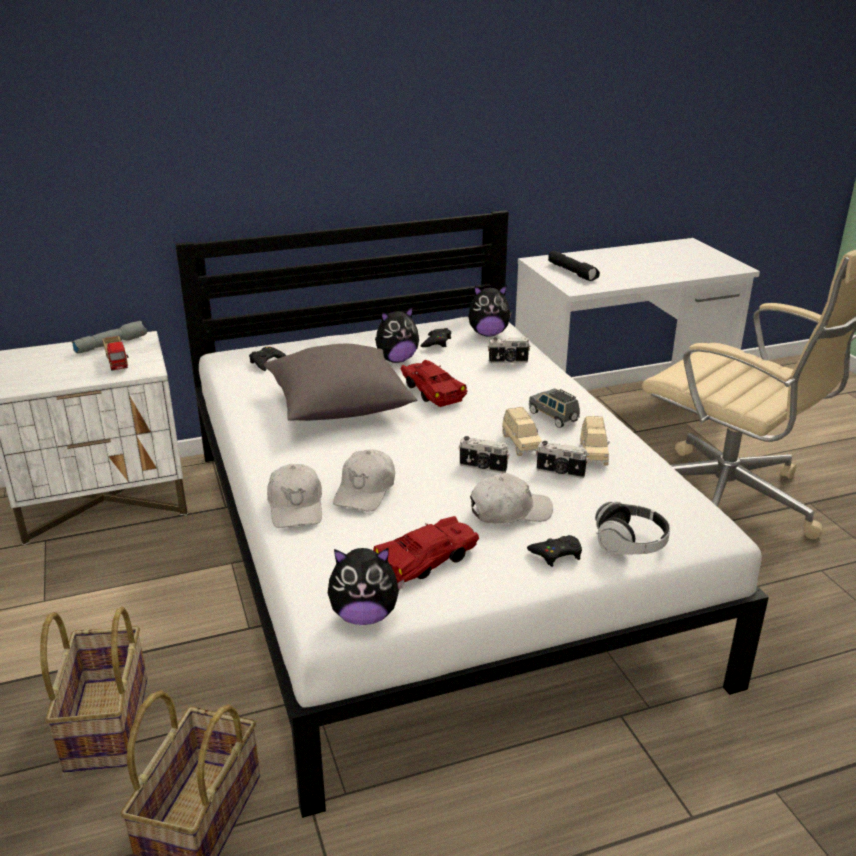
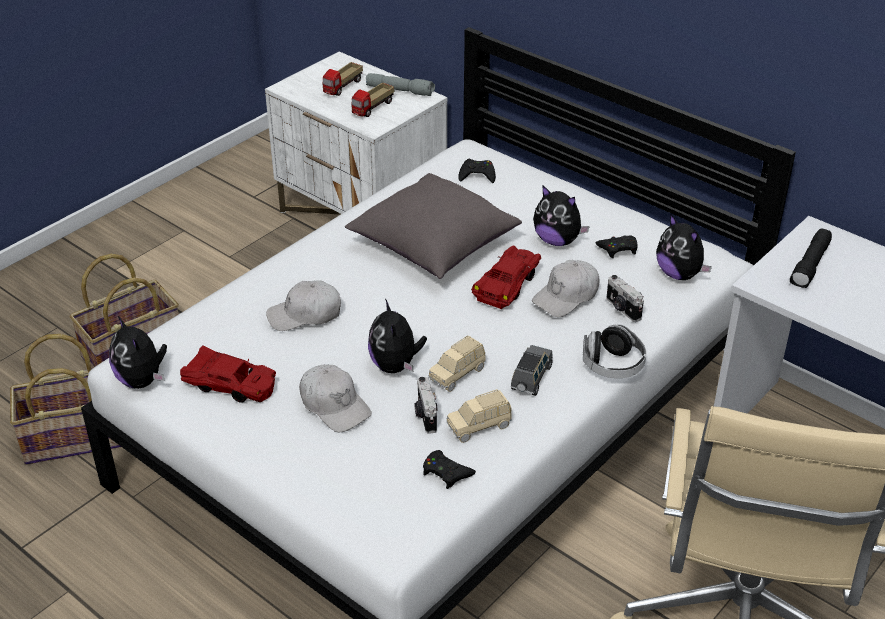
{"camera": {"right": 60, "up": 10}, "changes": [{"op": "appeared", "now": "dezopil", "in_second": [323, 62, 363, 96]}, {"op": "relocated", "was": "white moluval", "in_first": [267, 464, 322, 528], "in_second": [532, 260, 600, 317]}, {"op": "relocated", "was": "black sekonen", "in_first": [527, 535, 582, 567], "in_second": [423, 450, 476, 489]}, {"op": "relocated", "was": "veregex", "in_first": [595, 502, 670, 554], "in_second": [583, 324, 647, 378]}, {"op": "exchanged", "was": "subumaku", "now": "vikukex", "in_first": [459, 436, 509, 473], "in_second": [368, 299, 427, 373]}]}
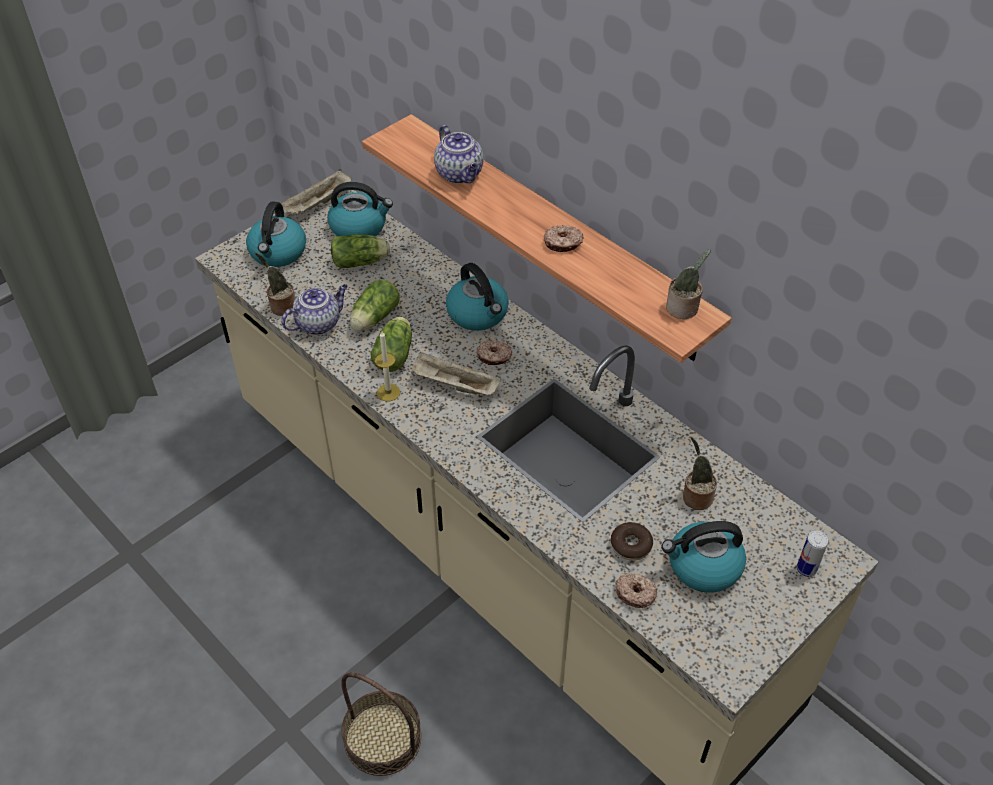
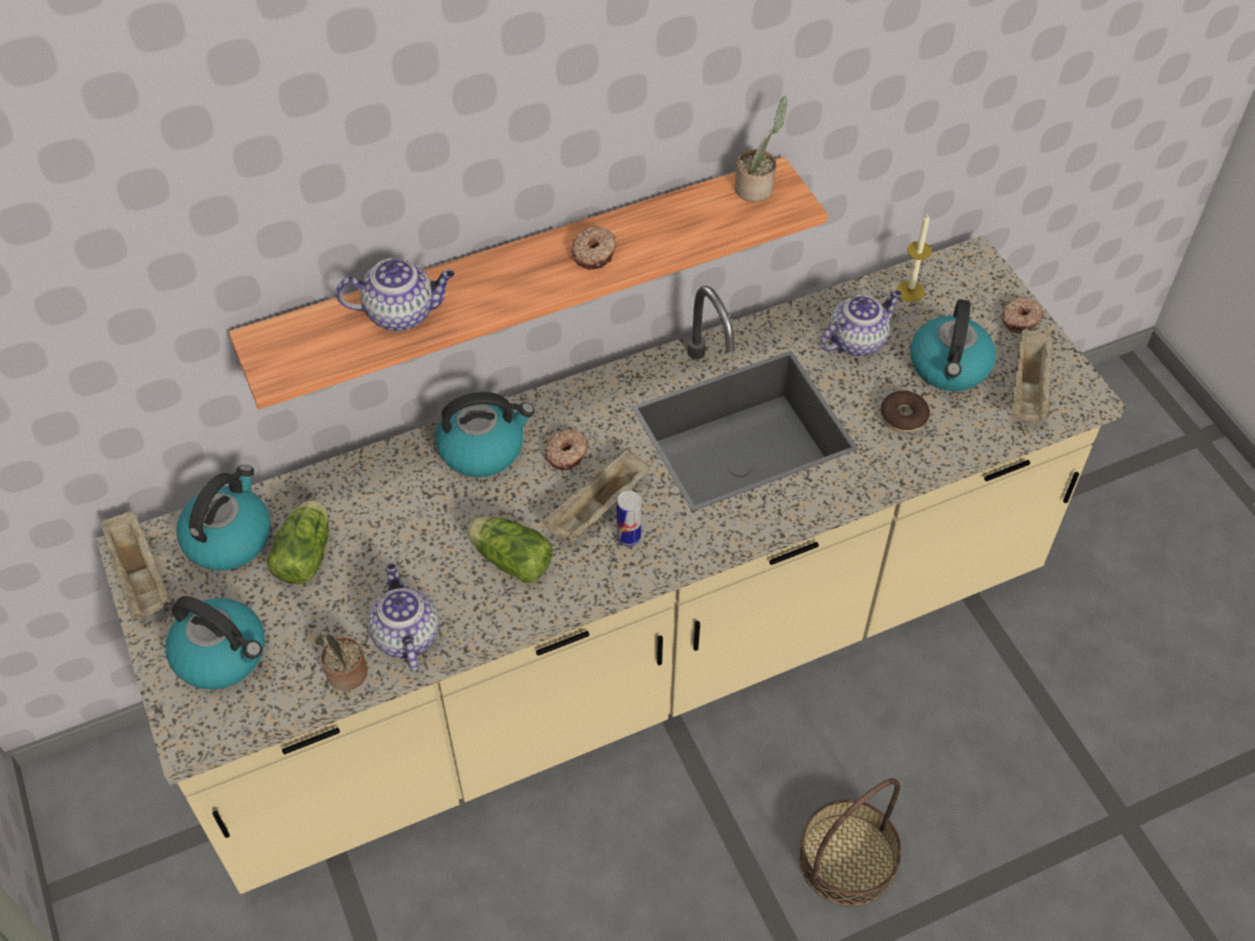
{"camera": {"right": -70, "up": 5}, "changes": [{"op": "missing", "was": "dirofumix", "in_first": [350, 280, 400, 331]}, {"op": "appeared", "now": "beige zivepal", "in_second": [1011, 328, 1054, 421]}, {"op": "relocated", "was": "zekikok", "in_first": [375, 331, 400, 401], "in_second": [896, 214, 932, 302]}, {"op": "relocated", "was": "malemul", "in_first": [615, 573, 658, 608], "in_second": [1001, 297, 1043, 333]}, {"op": "relocated", "was": "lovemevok", "in_first": [797, 531, 828, 577], "in_second": [617, 491, 642, 546]}, {"op": "exchanged", "was": "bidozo", "now": "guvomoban", "in_first": [683, 437, 717, 510], "in_second": [820, 290, 902, 357]}]}
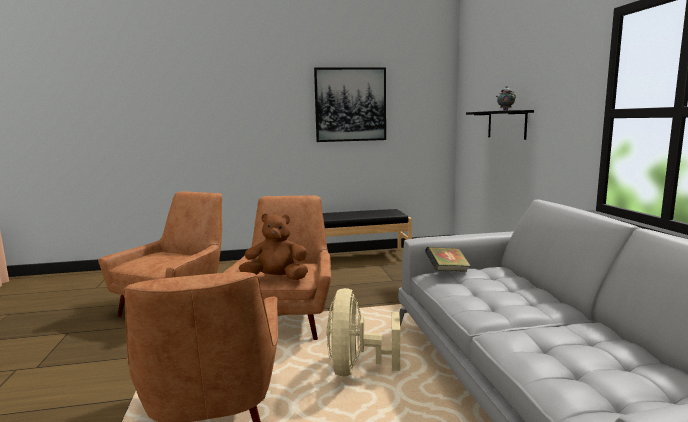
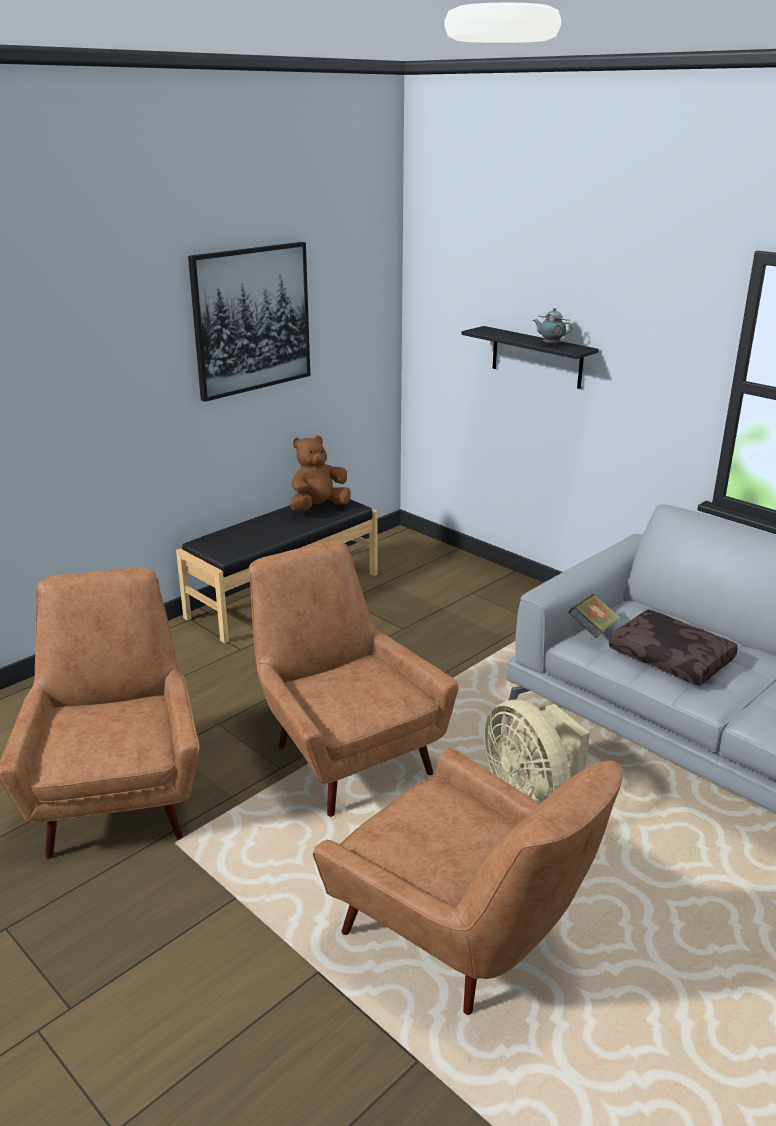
{"camera": {"right": -35, "up": 15}, "changes": [{"op": "appeared", "now": "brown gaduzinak", "in_second": [609, 610, 738, 686]}, {"op": "relocated", "was": "brown vikukex", "in_first": [239, 213, 308, 280], "in_second": [290, 435, 351, 511]}]}
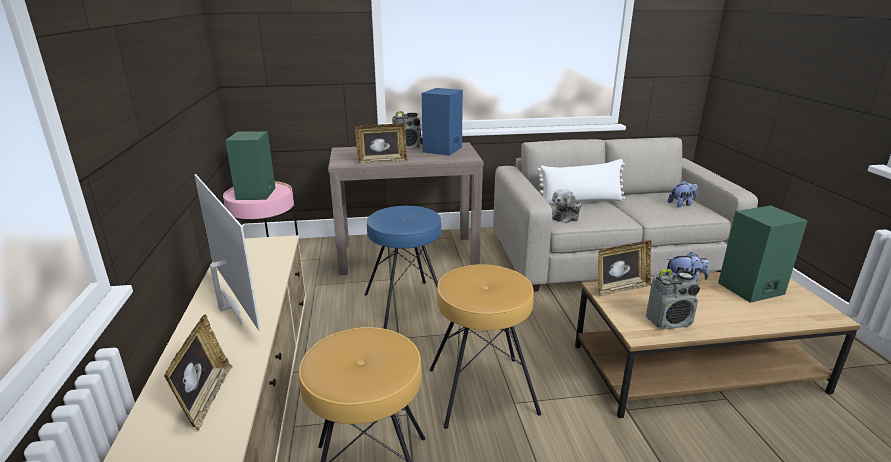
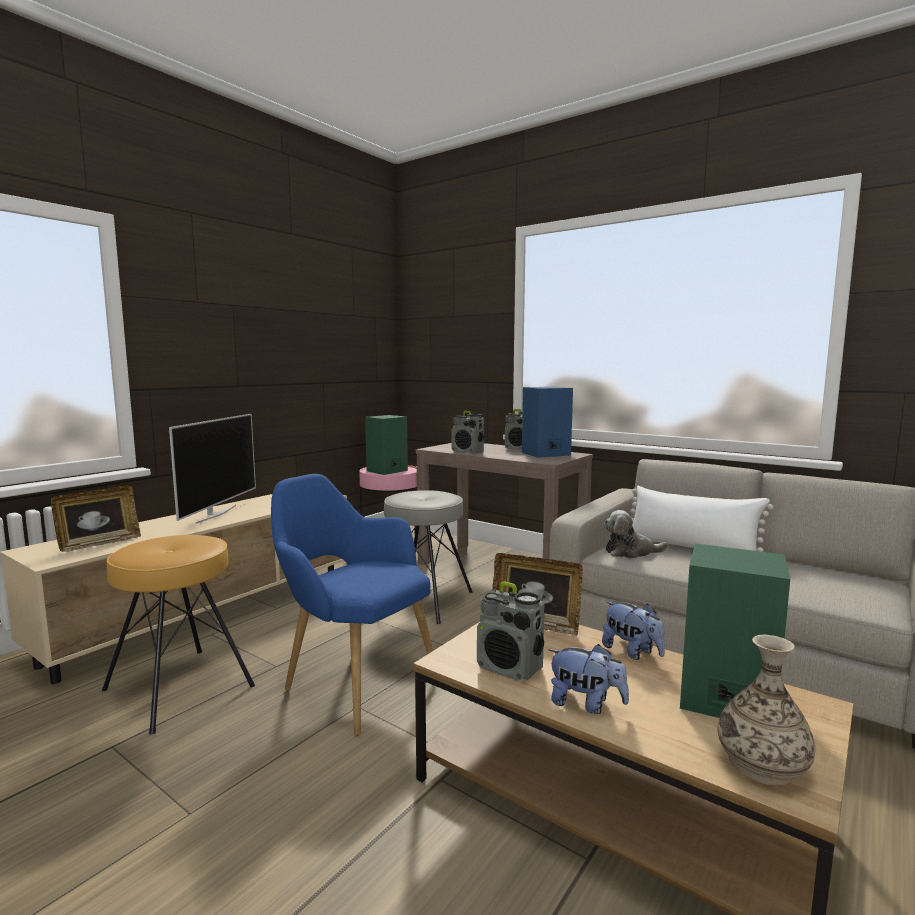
{"camera": {"right": 45, "up": -15}, "changes": [{"op": "appeared", "now": "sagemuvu", "in_second": [718, 634, 815, 785]}, {"op": "relocated", "was": "vikukex", "in_first": [668, 181, 698, 207], "in_second": [549, 644, 629, 714]}, {"op": "exchanged", "was": "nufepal", "now": "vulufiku", "in_first": [355, 123, 407, 164], "in_second": [451, 411, 484, 453]}, {"op": "exchanged", "was": "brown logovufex", "now": "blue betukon", "in_first": [430, 264, 541, 429], "in_second": [271, 474, 434, 736]}, {"op": "colour", "was": "blue logovufex", "now": "grey logovufex", "in_first": [365, 206, 441, 329], "in_second": [384, 490, 473, 624]}]}
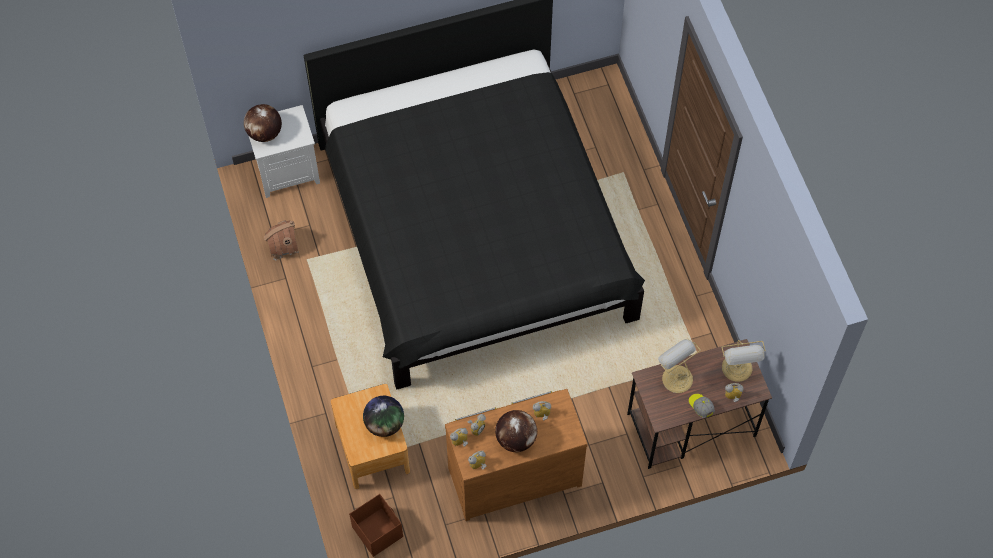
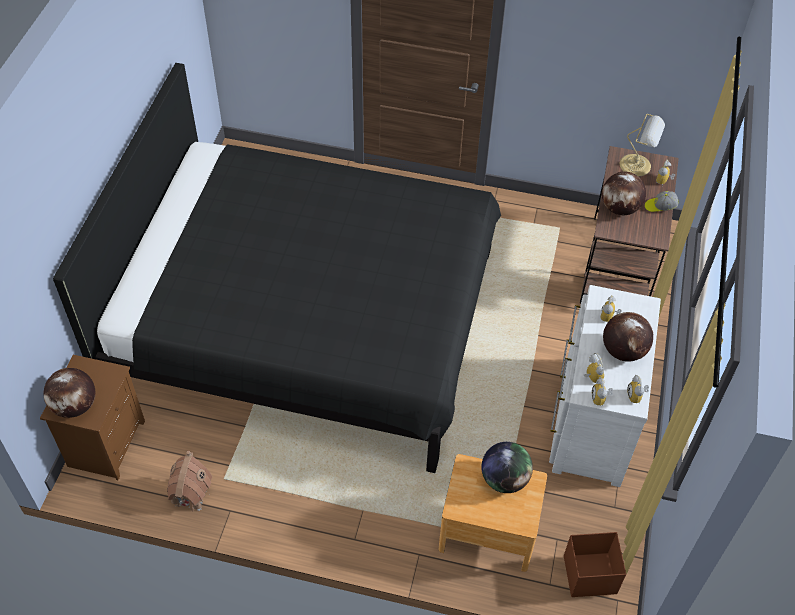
{"camera": {"right": -60, "up": -10}, "changes": [{"op": "exchanged", "was": "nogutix", "now": "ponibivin", "in_first": [658, 339, 701, 393], "in_second": [602, 172, 646, 215]}, {"op": "colour", "was": "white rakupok", "now": "brown rakupok", "in_first": [249, 105, 320, 198], "in_second": [40, 355, 145, 480]}, {"op": "colour", "was": "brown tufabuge", "now": "white tufabuge", "in_first": [445, 389, 588, 521], "in_second": [549, 285, 661, 487]}]}
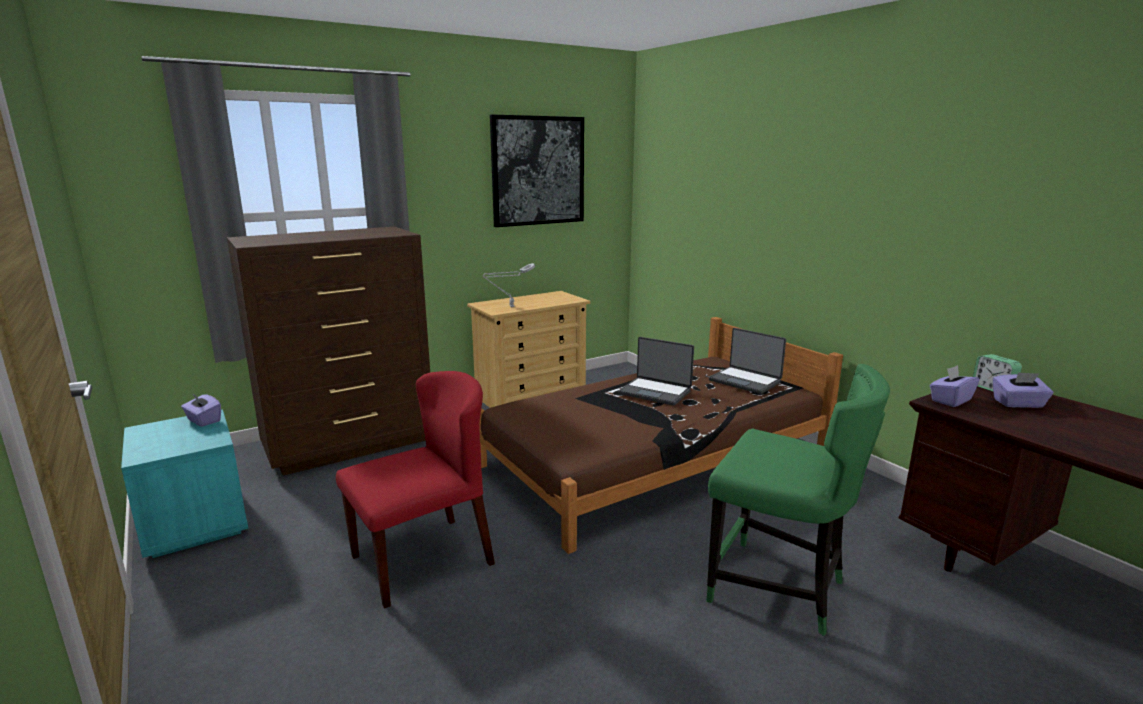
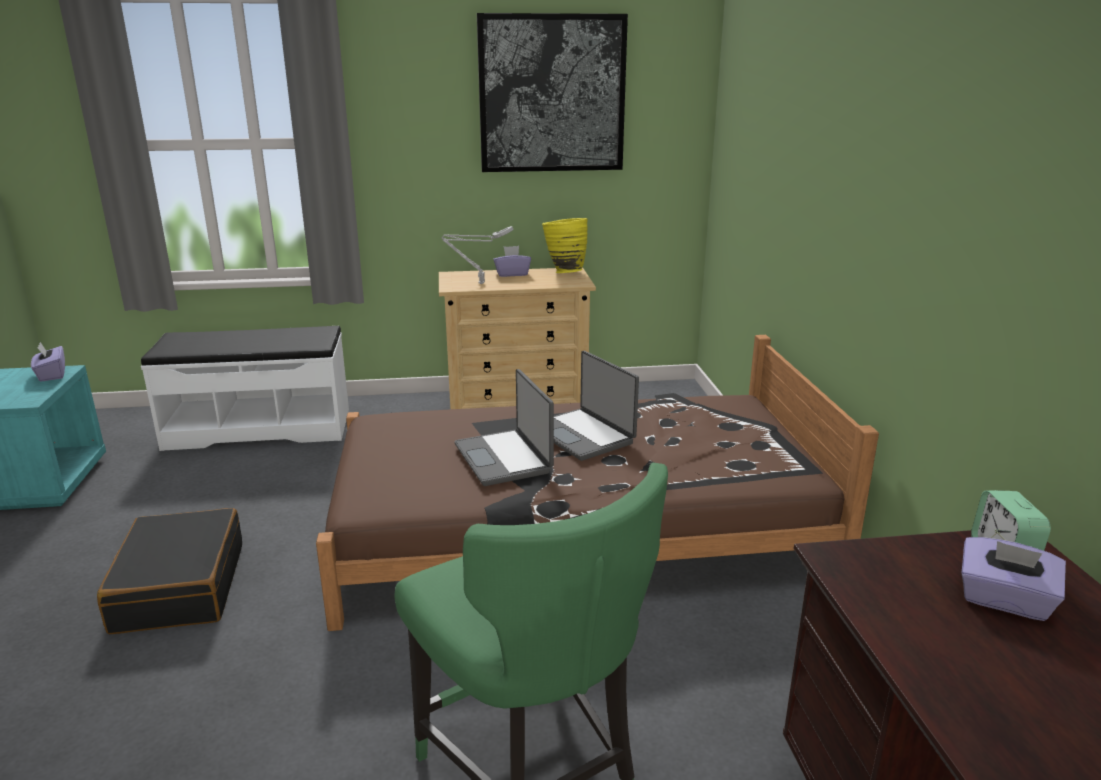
{"camera": {"right": 25, "up": 5}, "changes": [{"op": "appeared", "now": "yellow sagemuvu", "in_second": [542, 218, 588, 273]}, {"op": "relocated", "was": "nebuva", "in_first": [709, 328, 786, 394], "in_second": [454, 369, 554, 486]}, {"op": "relocated", "was": "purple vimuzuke", "in_first": [930, 365, 979, 407], "in_second": [493, 246, 531, 277]}, {"op": "exchanged", "was": "brown tufabuge", "now": "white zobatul", "in_first": [227, 227, 430, 475], "in_second": [141, 326, 349, 451]}, {"op": "exchanged", "was": "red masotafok", "now": "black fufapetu", "in_first": [336, 371, 495, 608], "in_second": [97, 508, 242, 634]}]}
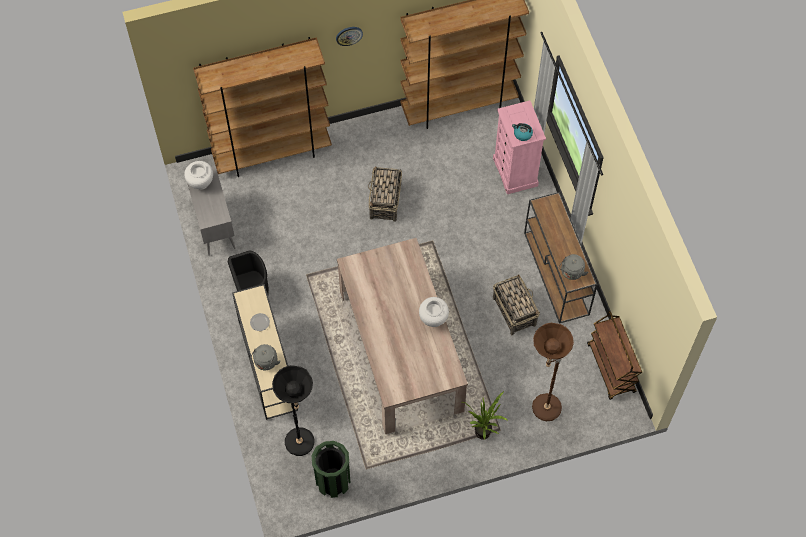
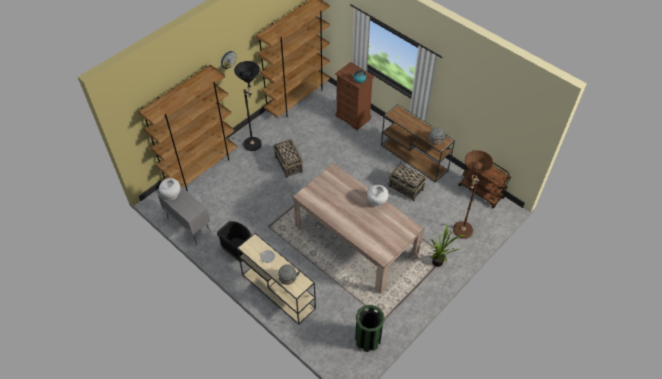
{"camera": {"right": -30, "up": -10}, "changes": [{"op": "relocated", "was": "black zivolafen", "in_first": [272, 365, 315, 456], "in_second": [234, 61, 262, 151]}, {"op": "colour", "was": "pink tufabuge", "now": "brown tufabuge", "in_first": [493, 100, 546, 194], "in_second": [335, 62, 374, 130]}]}
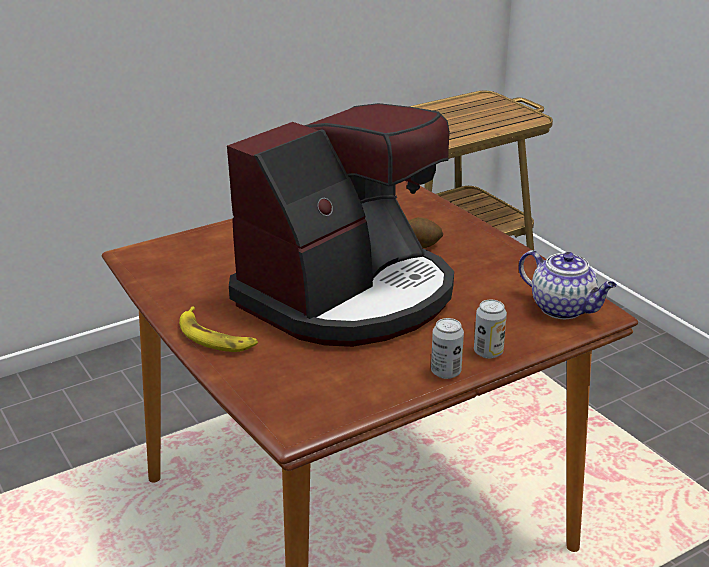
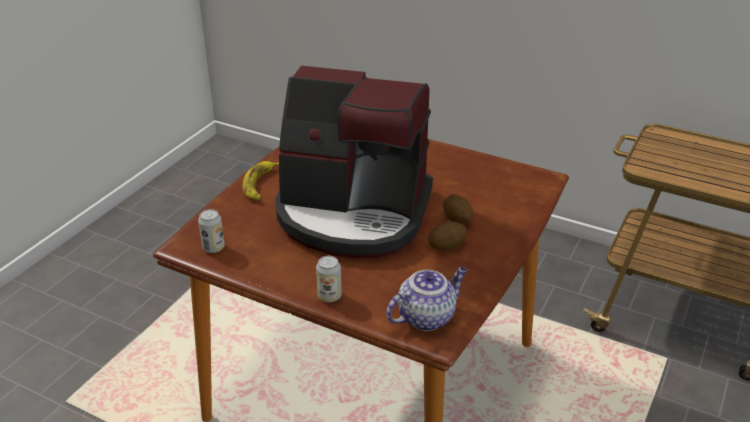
{"camera": {"right": 60, "up": 5}, "changes": [{"op": "appeared", "now": "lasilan", "in_second": [428, 221, 467, 250]}, {"op": "relocated", "was": "lovemevok", "in_first": [431, 318, 464, 379], "in_second": [198, 209, 225, 253]}, {"op": "spun", "was": "guvomoban", "in_first": [519, 250, 617, 319], "in_second": [386, 267, 467, 331], "clockwise": -135}]}
